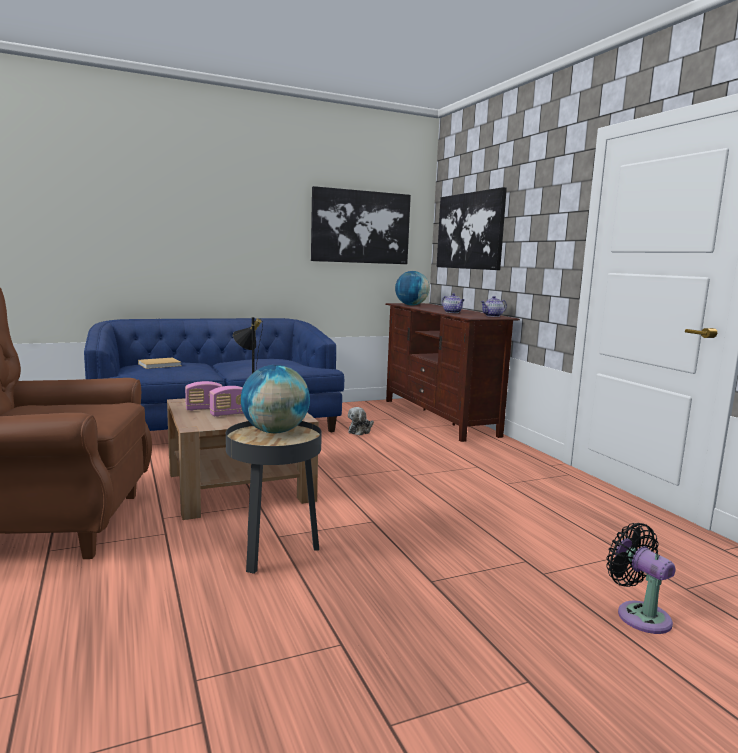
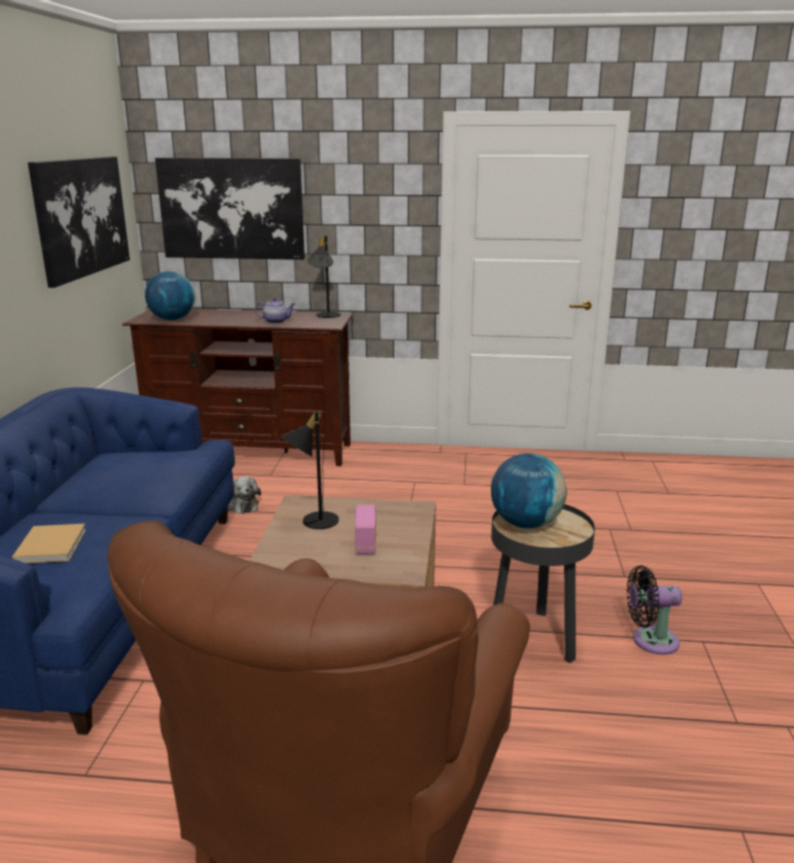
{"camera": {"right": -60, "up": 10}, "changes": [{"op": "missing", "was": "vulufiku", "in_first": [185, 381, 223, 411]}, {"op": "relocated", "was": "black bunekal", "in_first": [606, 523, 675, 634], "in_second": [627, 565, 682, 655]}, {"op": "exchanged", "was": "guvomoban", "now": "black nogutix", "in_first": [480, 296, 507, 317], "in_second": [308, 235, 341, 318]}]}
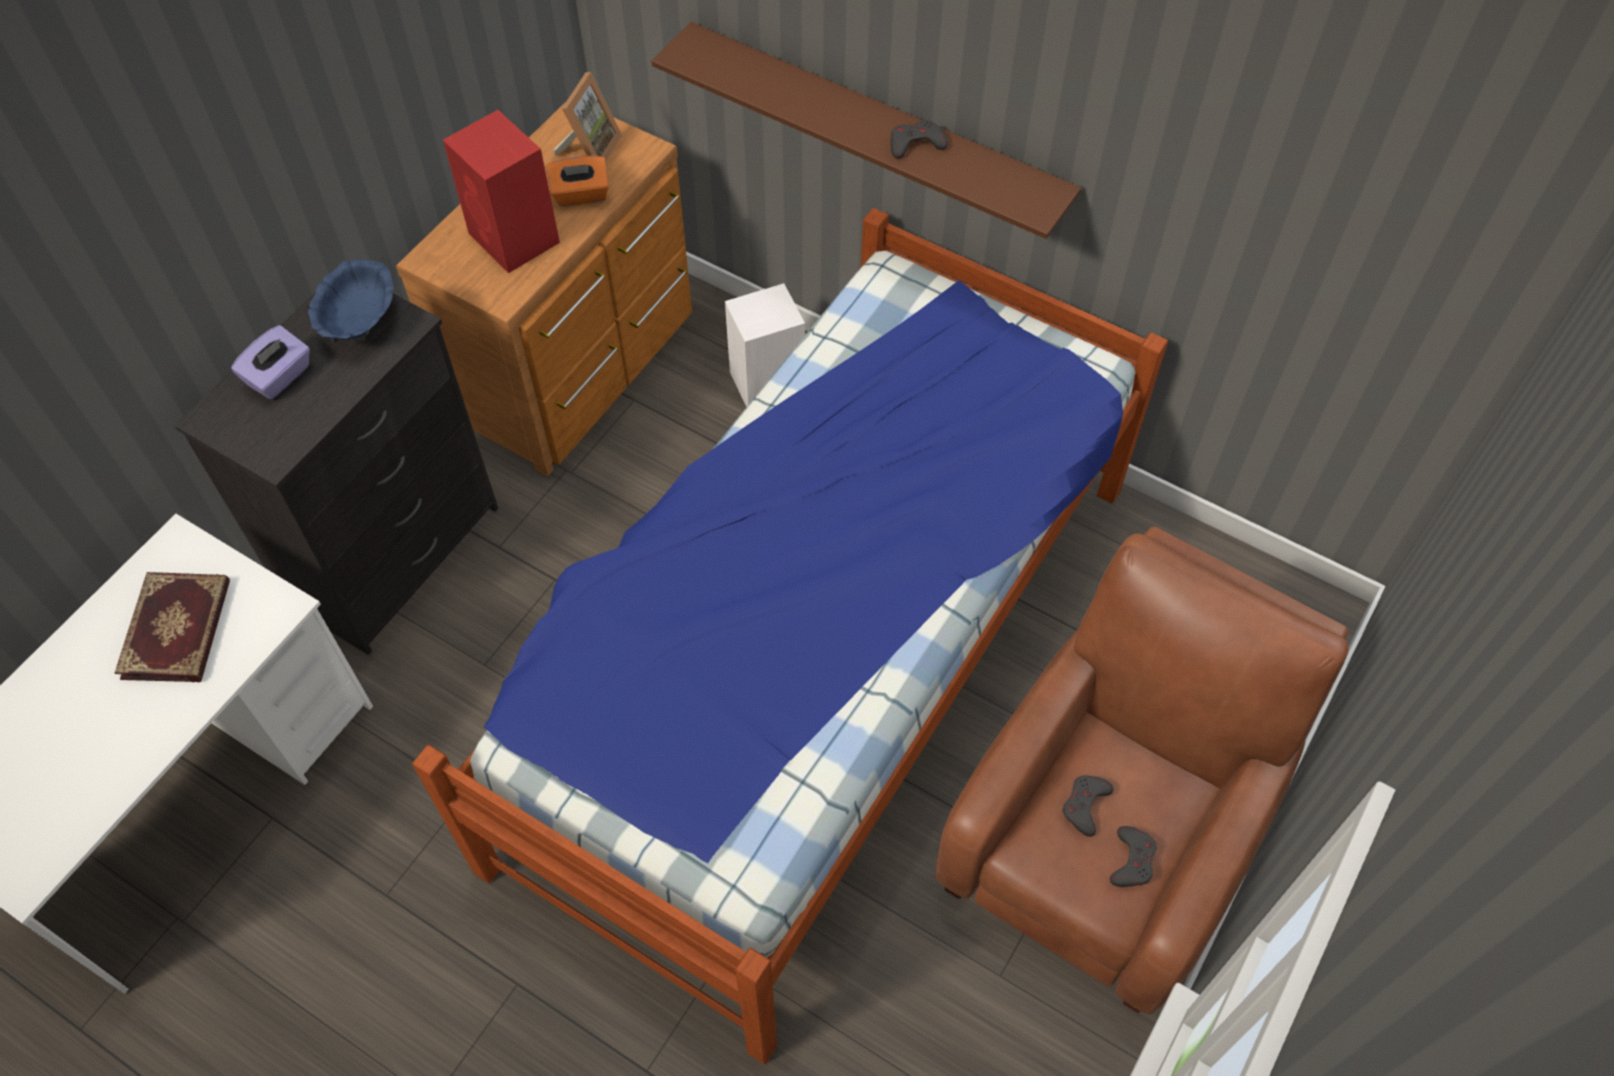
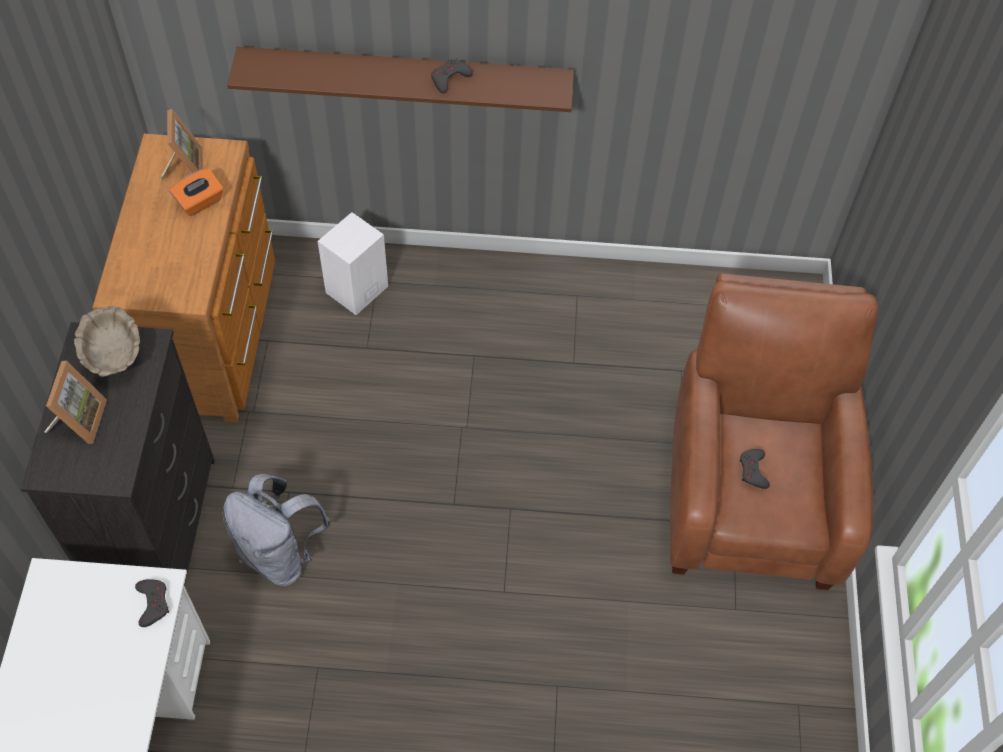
{"camera": {"right": -30, "up": 0}, "changes": [{"op": "missing", "was": "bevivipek", "in_first": [115, 572, 230, 682]}, {"op": "missing", "was": "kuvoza", "in_first": [412, 208, 1168, 1064]}, {"op": "missing", "was": "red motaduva", "in_first": [443, 110, 560, 273]}, {"op": "appeared", "now": "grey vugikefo", "in_second": [223, 474, 331, 586]}, {"op": "relocated", "was": "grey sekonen", "in_first": [1110, 826, 1157, 887], "in_second": [135, 579, 169, 627]}, {"op": "exchanged", "was": "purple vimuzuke", "now": "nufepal", "in_first": [231, 325, 310, 399], "in_second": [44, 361, 107, 444]}, {"op": "colour", "was": "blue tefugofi", "now": "beige tefugofi", "in_first": [308, 260, 394, 342], "in_second": [74, 306, 140, 378]}]}
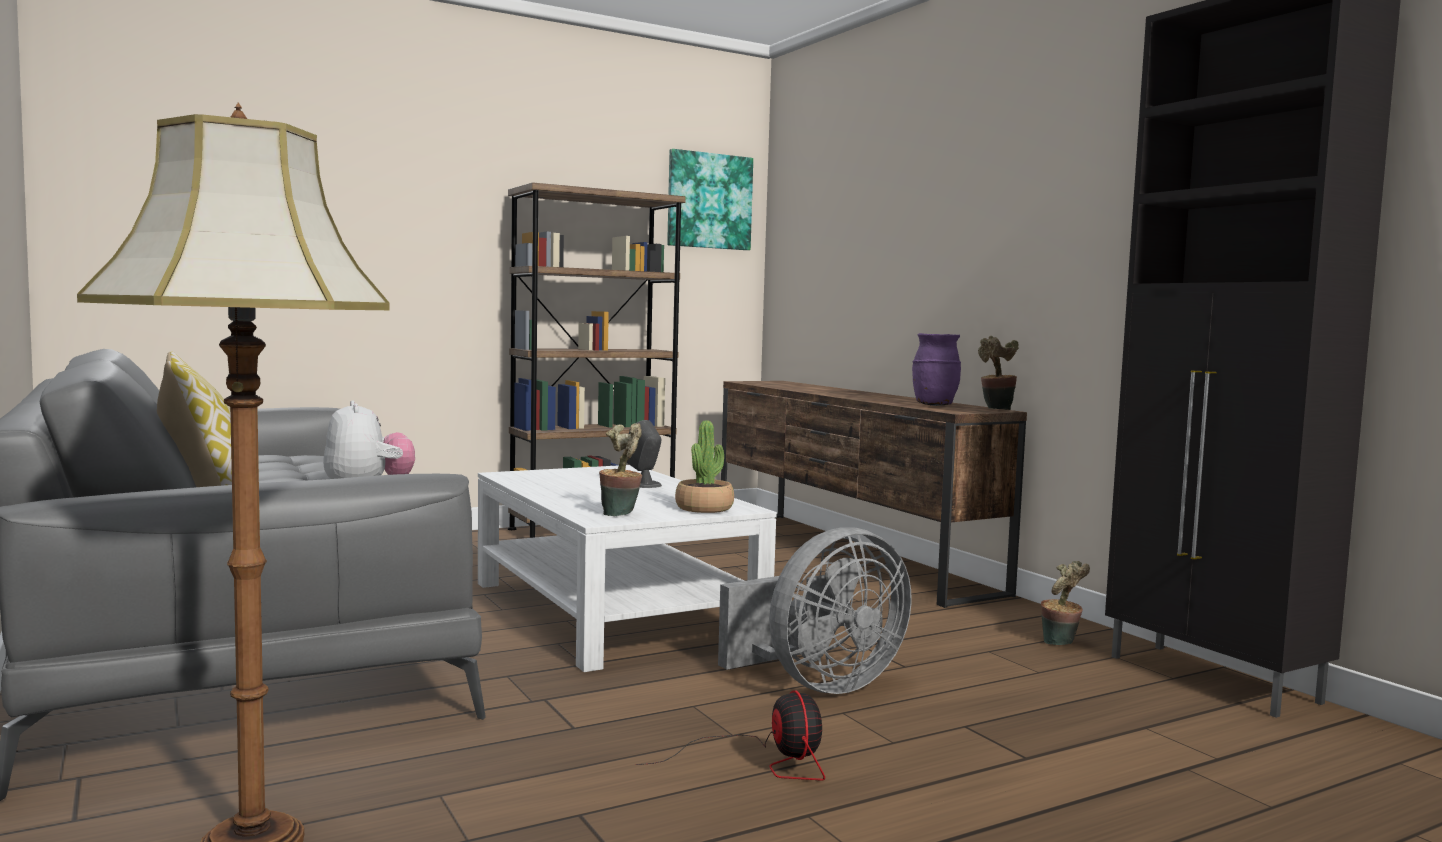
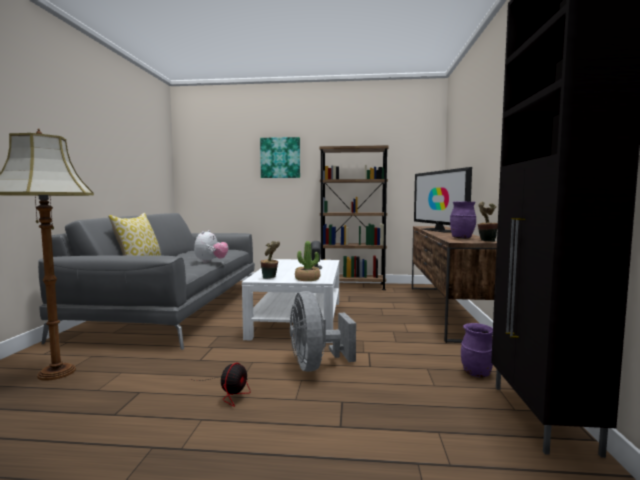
{"camera": {"right": 35, "up": 0}, "changes": [{"op": "appeared", "now": "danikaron", "in_second": [414, 167, 472, 233]}, {"op": "relocated", "was": "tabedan", "in_first": [667, 149, 753, 250], "in_second": [260, 137, 300, 178]}, {"op": "exchanged", "was": "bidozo", "now": "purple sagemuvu", "in_first": [1041, 561, 1090, 645], "in_second": [461, 323, 493, 377]}, {"op": "spun", "was": "grey bunekal", "in_first": [718, 527, 912, 694], "in_second": [290, 291, 356, 371], "clockwise": 75}]}
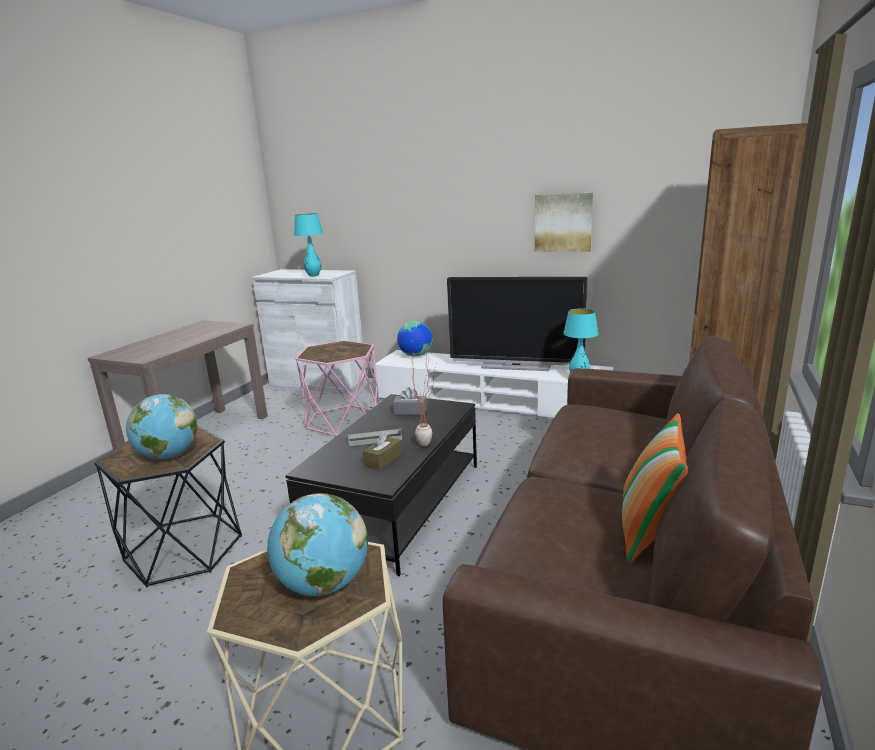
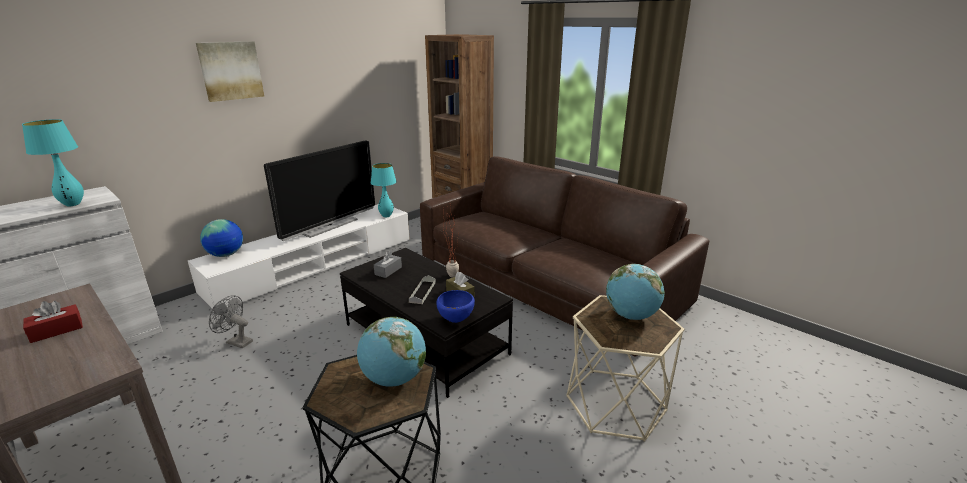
{"camera": {"right": -70, "up": 5}, "changes": [{"op": "missing", "was": "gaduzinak", "in_first": [622, 413, 688, 565]}, {"op": "appeared", "now": "red vimuzuke", "in_second": [23, 301, 83, 343]}, {"op": "appeared", "now": "blue tefugofi", "in_second": [436, 290, 475, 323]}, {"op": "relocated", "was": "tabedan", "in_first": [535, 192, 593, 252], "in_second": [196, 41, 264, 102]}, {"op": "exchanged", "was": "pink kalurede", "now": "grey bunekal", "in_first": [295, 340, 379, 437], "in_second": [209, 295, 253, 348]}]}
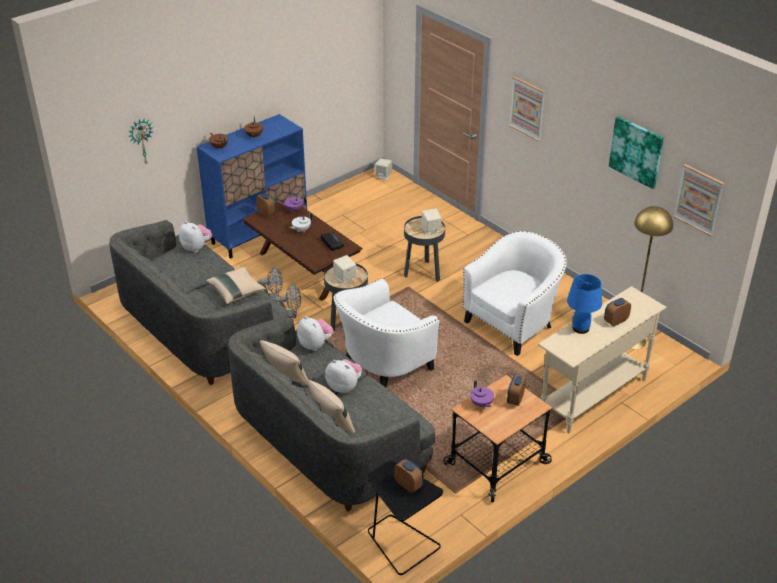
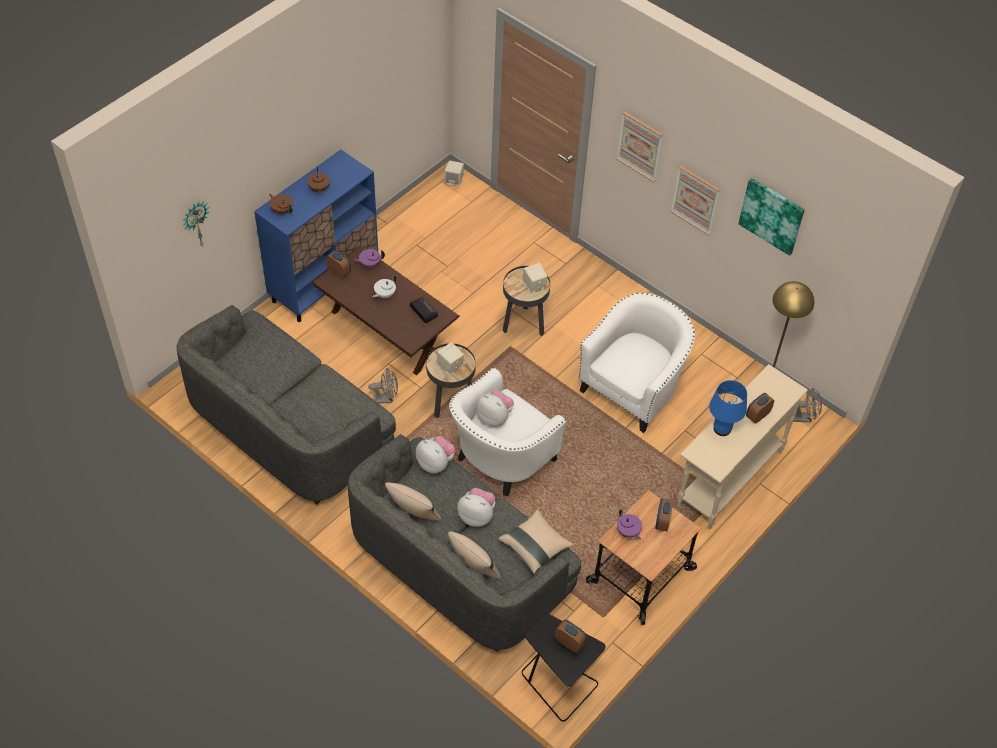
{"camera": {"right": -10, "up": 15}, "changes": [{"op": "relocated", "was": "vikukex", "in_first": [179, 221, 212, 253], "in_second": [476, 390, 514, 426]}, {"op": "relocated", "was": "beige gaduzinak", "in_first": [206, 267, 266, 304], "in_second": [498, 510, 574, 574]}, {"op": "relocated", "was": "grey bunekal", "in_first": [257, 267, 283, 300], "in_second": [793, 388, 822, 423]}, {"op": "relocated", "was": "tabedan", "in_first": [673, 164, 724, 236], "in_second": [671, 165, 720, 236]}]}
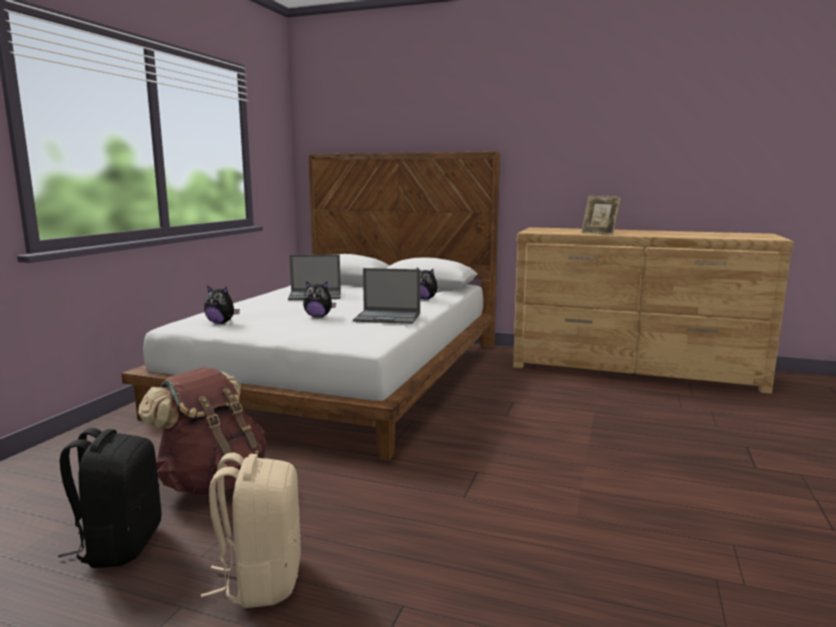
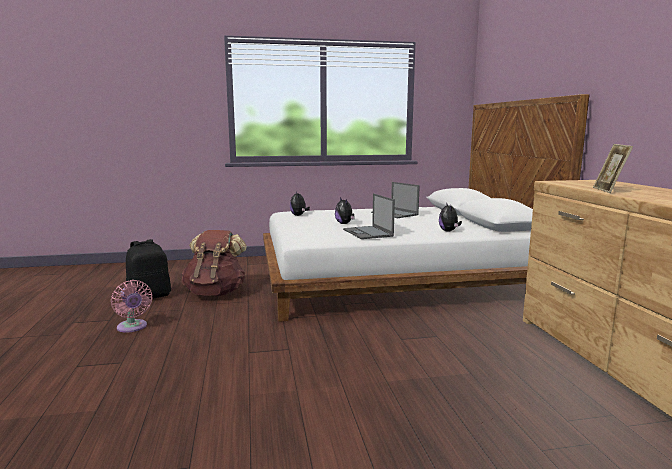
{"camera": {"right": 60, "up": 0}, "changes": [{"op": "exchanged", "was": "beige vugikefo", "now": "pink bunekal", "in_first": [201, 453, 301, 608], "in_second": [111, 280, 153, 333]}]}
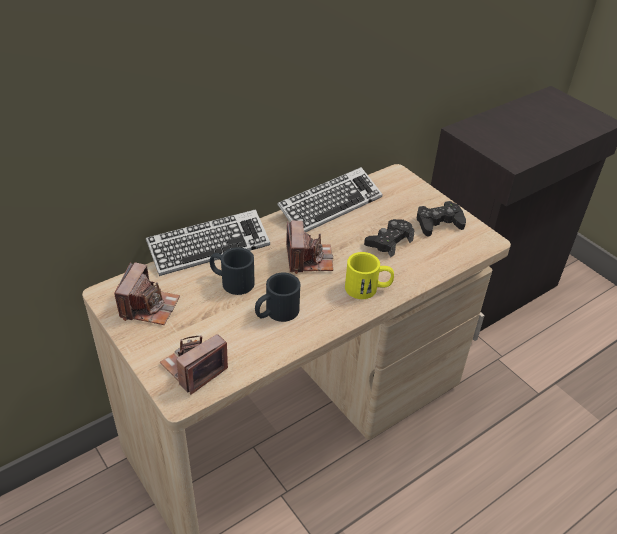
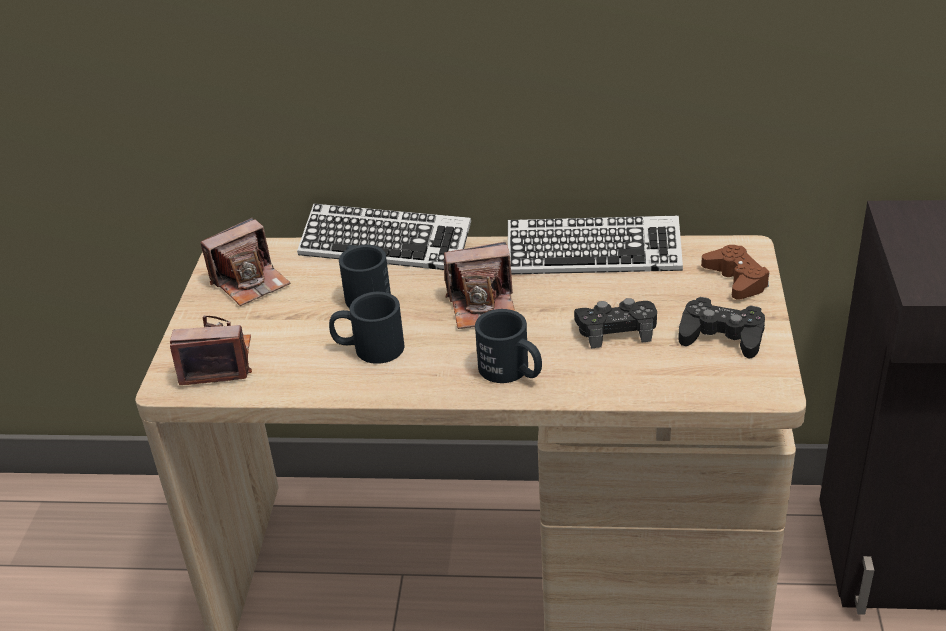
{"camera": {"right": 45, "up": -5}, "changes": [{"op": "appeared", "now": "brown sekonen", "in_second": [701, 245, 769, 300]}, {"op": "colour", "was": "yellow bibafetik", "now": "black bibafetik", "in_first": [345, 252, 394, 299], "in_second": [475, 309, 542, 383]}, {"op": "spun", "was": "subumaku", "in_first": [286, 221, 333, 274], "in_second": [443, 242, 515, 329], "clockwise": 45}]}
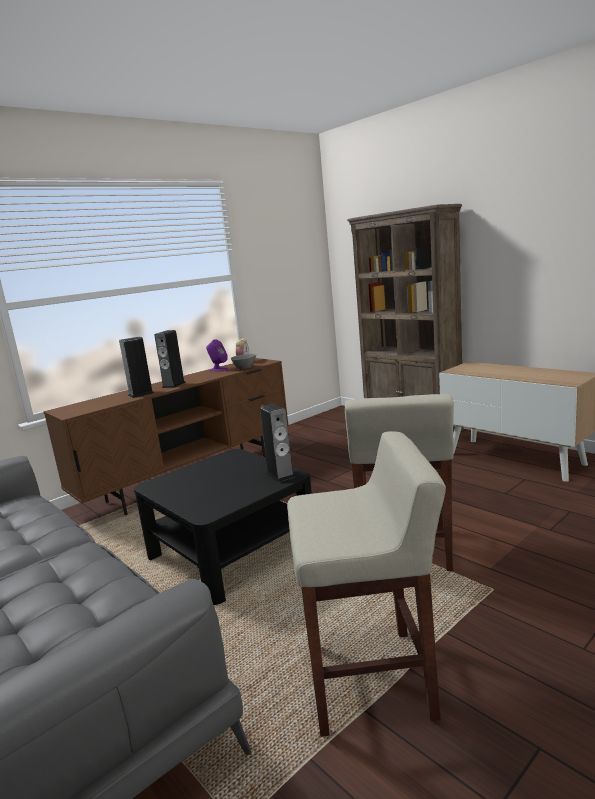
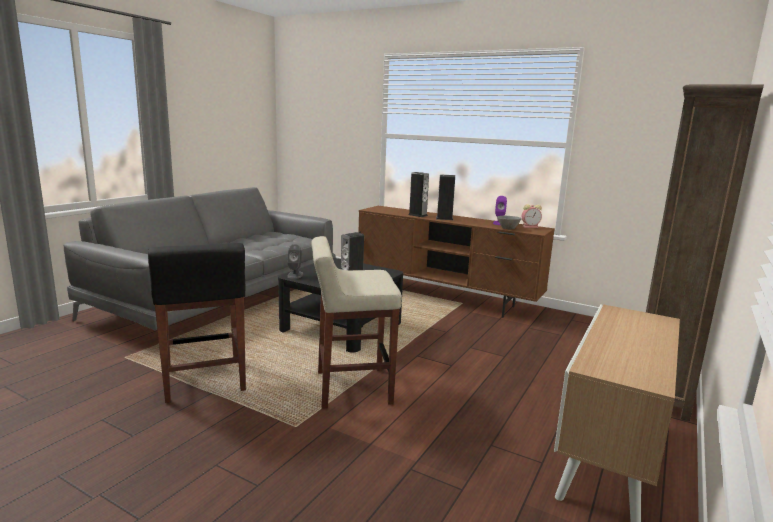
{"camera": {"right": 70, "up": 0}, "changes": [{"op": "appeared", "now": "grey motaduva", "in_second": [287, 244, 303, 279]}, {"op": "colour", "was": "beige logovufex", "now": "black logovufex", "in_first": [287, 431, 446, 737], "in_second": [148, 243, 246, 403]}]}
